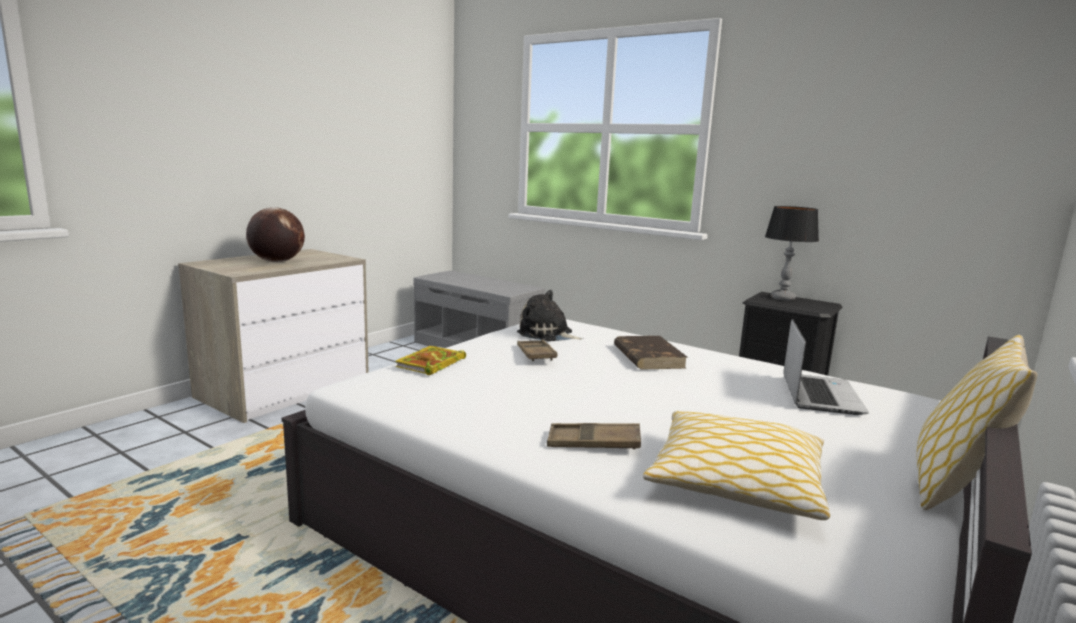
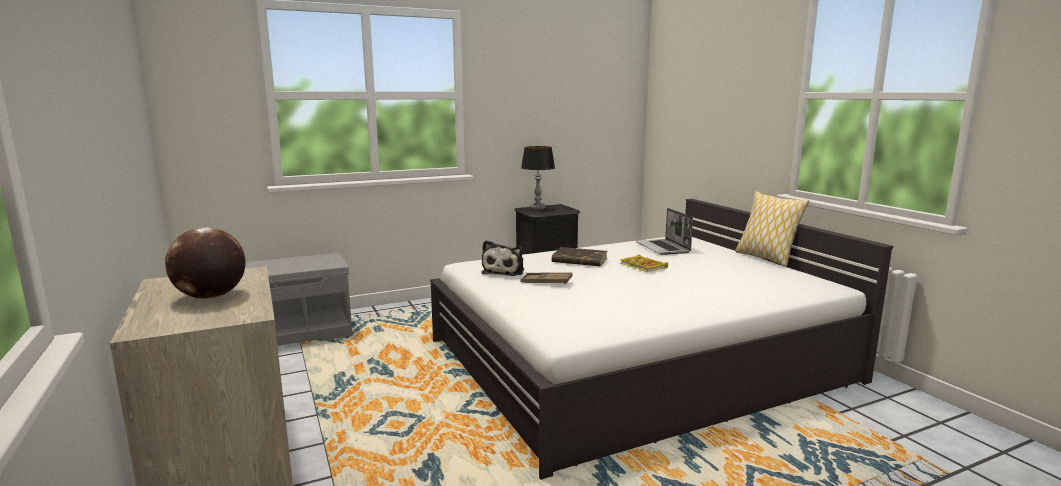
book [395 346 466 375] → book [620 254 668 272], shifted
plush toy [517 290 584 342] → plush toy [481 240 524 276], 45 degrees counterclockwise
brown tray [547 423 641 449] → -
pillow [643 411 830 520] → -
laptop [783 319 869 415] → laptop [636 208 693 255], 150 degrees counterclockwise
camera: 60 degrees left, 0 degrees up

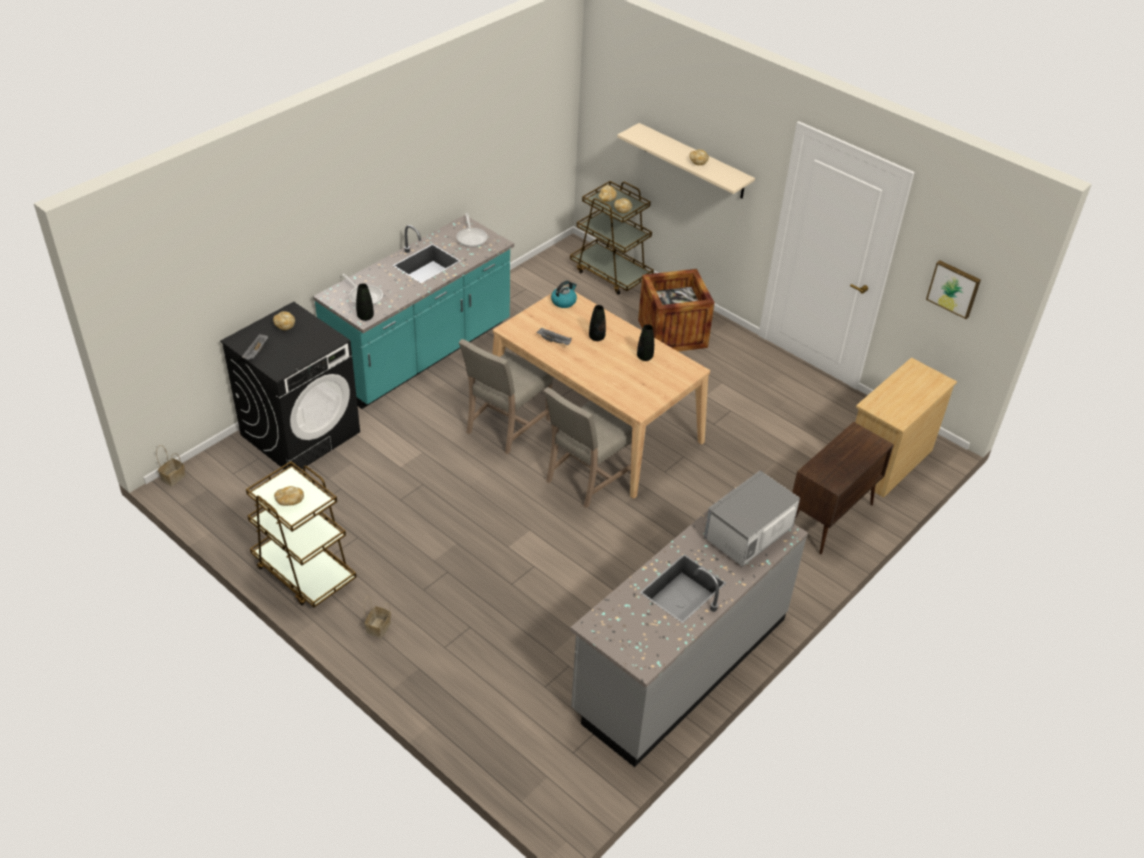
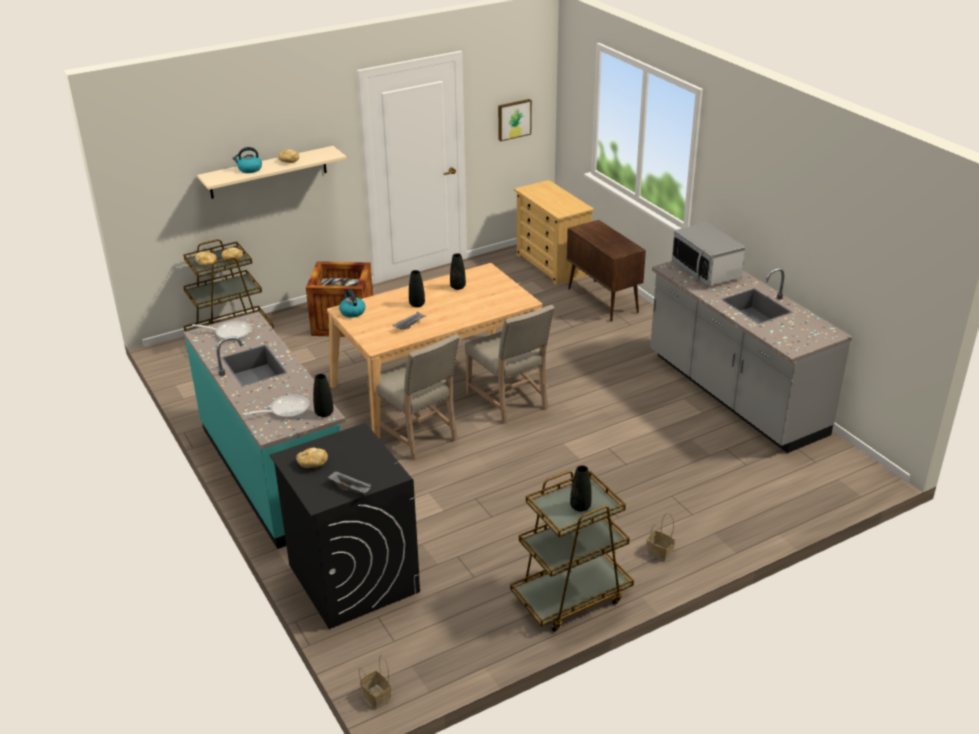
bread [274 486 304 506] → black vase [570 465 592 512]
- → kettle [232 147 262 173]
camera: 70 degrees left, 10 degrees down

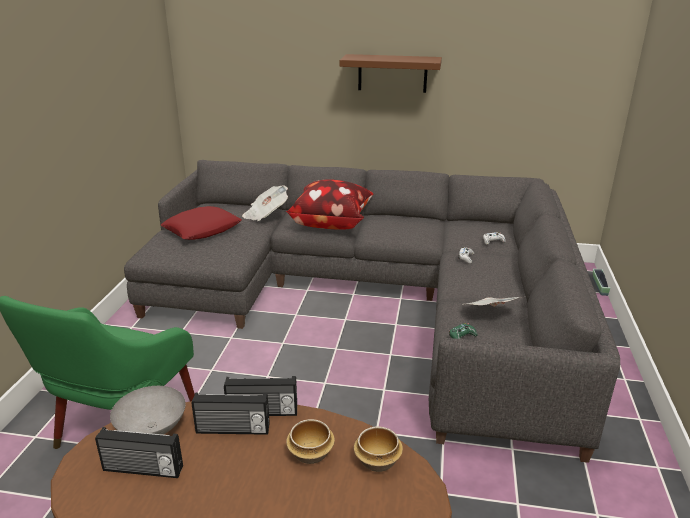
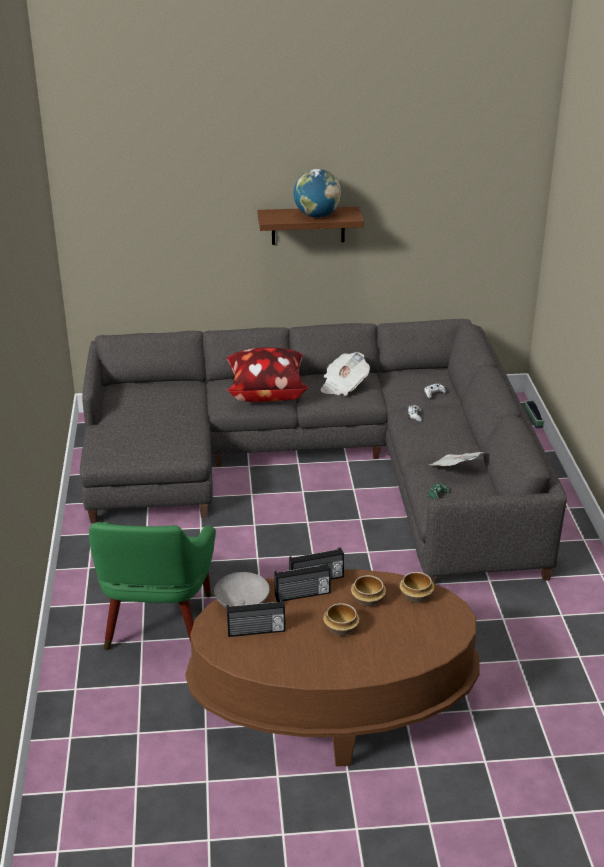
red pillow [161 206 242 240] → -
newspaper [242 186 288 221] → newspaper [321 352 370 396], shifted
- → globe [294 169 341 218]
- → bowl [323 603 360 636]
camera: 15 degrees left, 5 degrees up

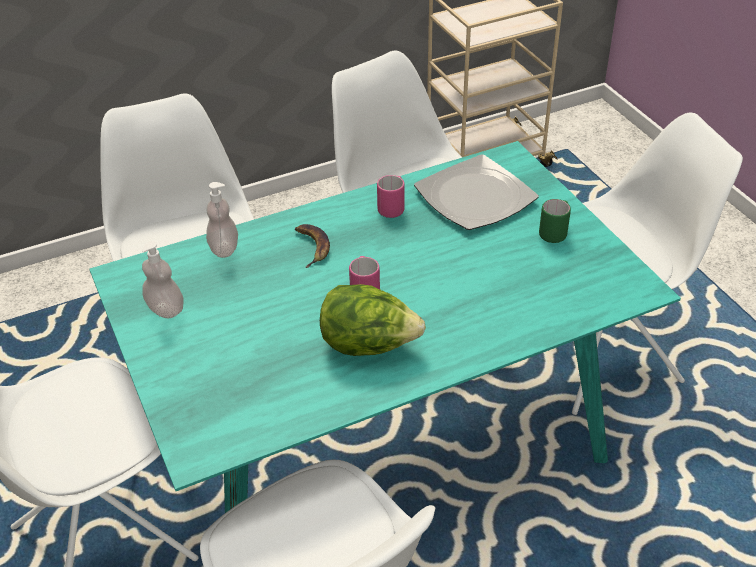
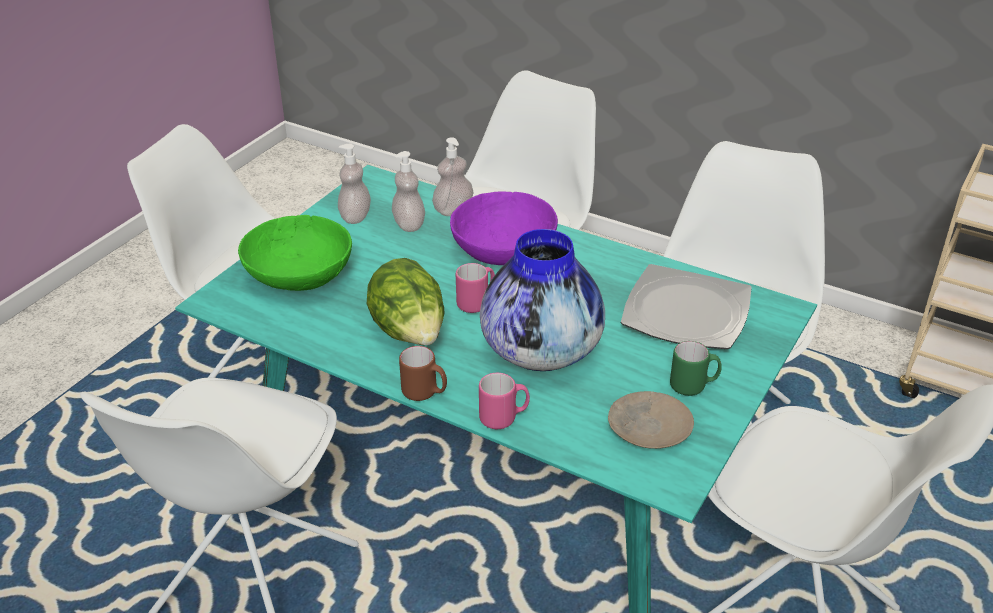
banana [295 224 330 268] → purple bowl [450 191 558 265]
pink mug [377 175 405 218] → pink mug [479 373 530 429], shifted
- → green bowl [238 215 352 291]
- → soap dispenser [392 151 425 232]
- → brown mug [399 346 447 401]
- → vase [480 229 605 371]
- → beige plate [608 391 694 449]
camera: 55 degrees right, 5 degrees down

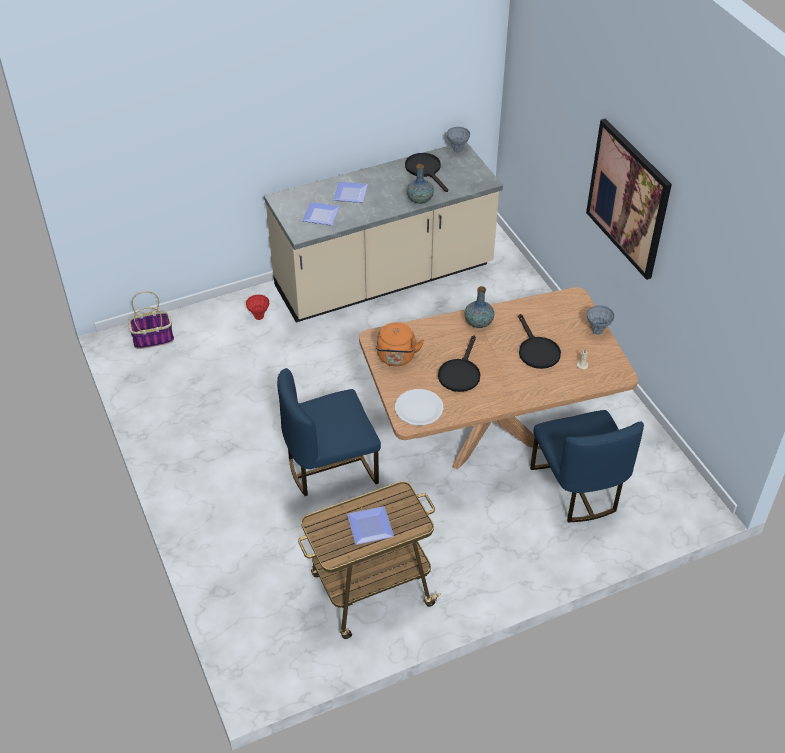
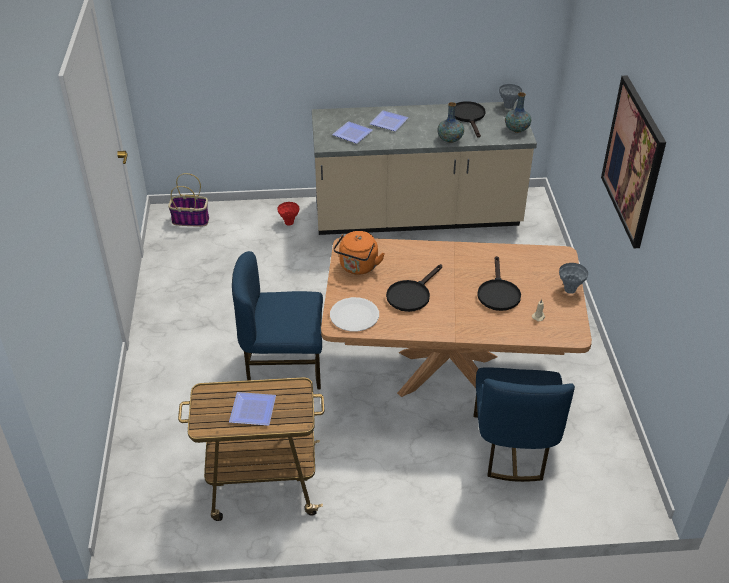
vase [464 286 494 328] → vase [505 92 531 133], shifted
camera: 20 degrees right, 5 degrees down

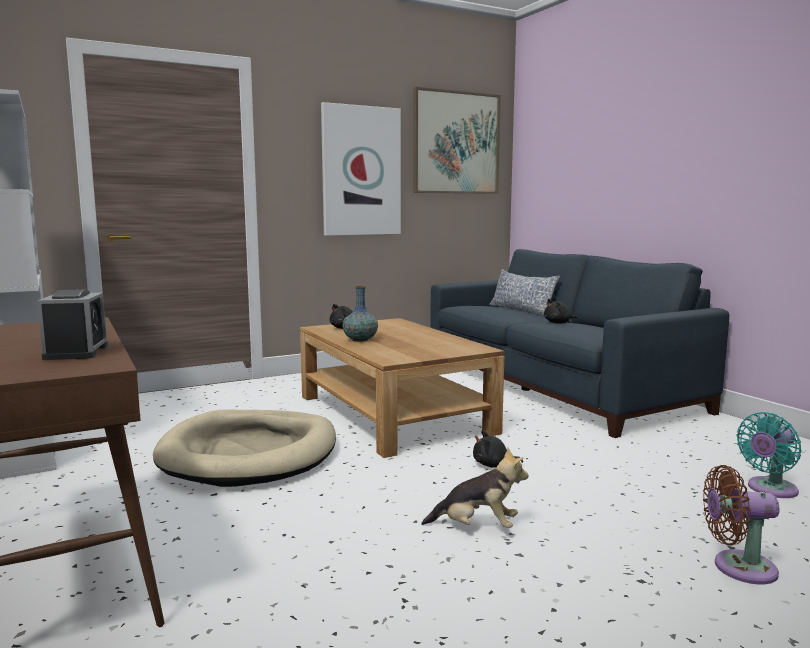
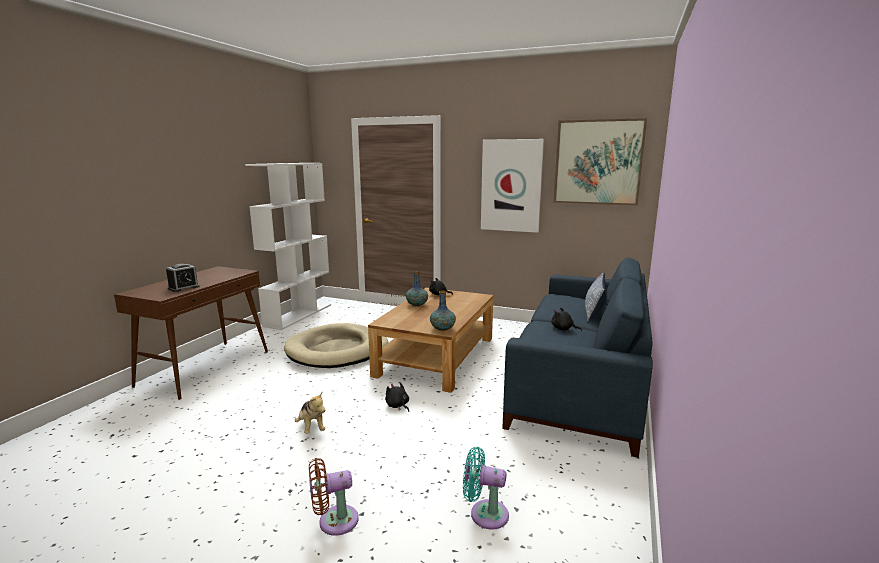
brown fan [703 465 779 585] → brown fan [309 458 359 536], 75 degrees counterclockwise
- → vase [430 291 456 331]
camera: 50 degrees right, 5 degrees up

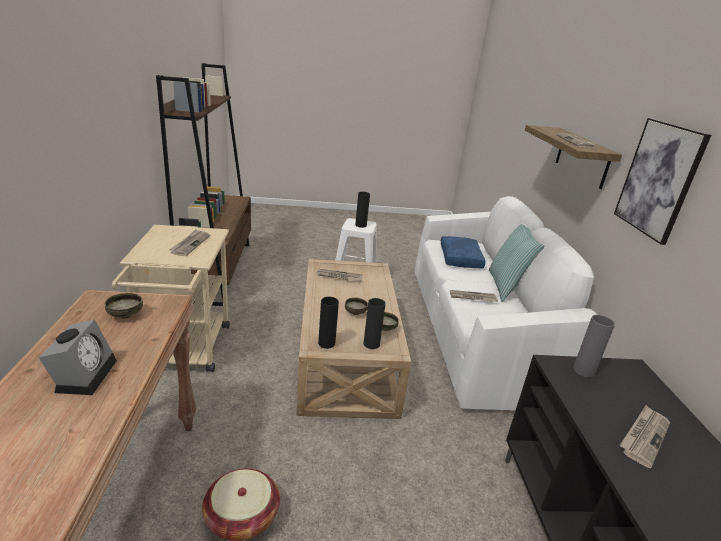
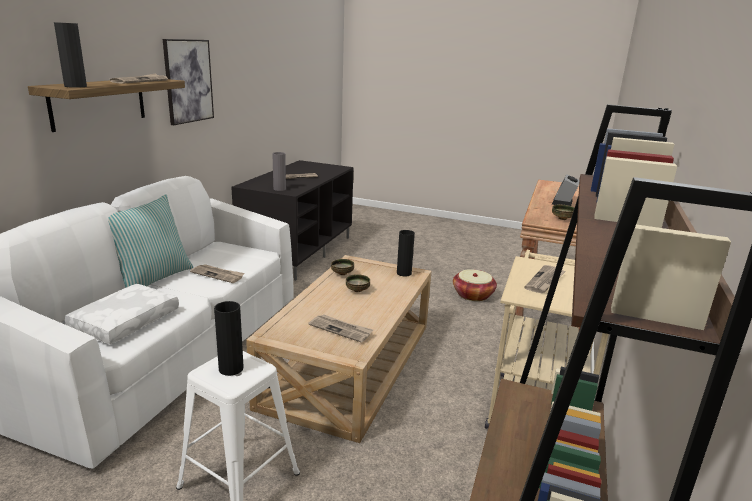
black vase [363 298 386 349] → black vase [54 22 87 88], shifted
blue pillow [441 236 485 268] → white pillow [65 284 179 344]
camera: 155 degrees left, 5 degrees down

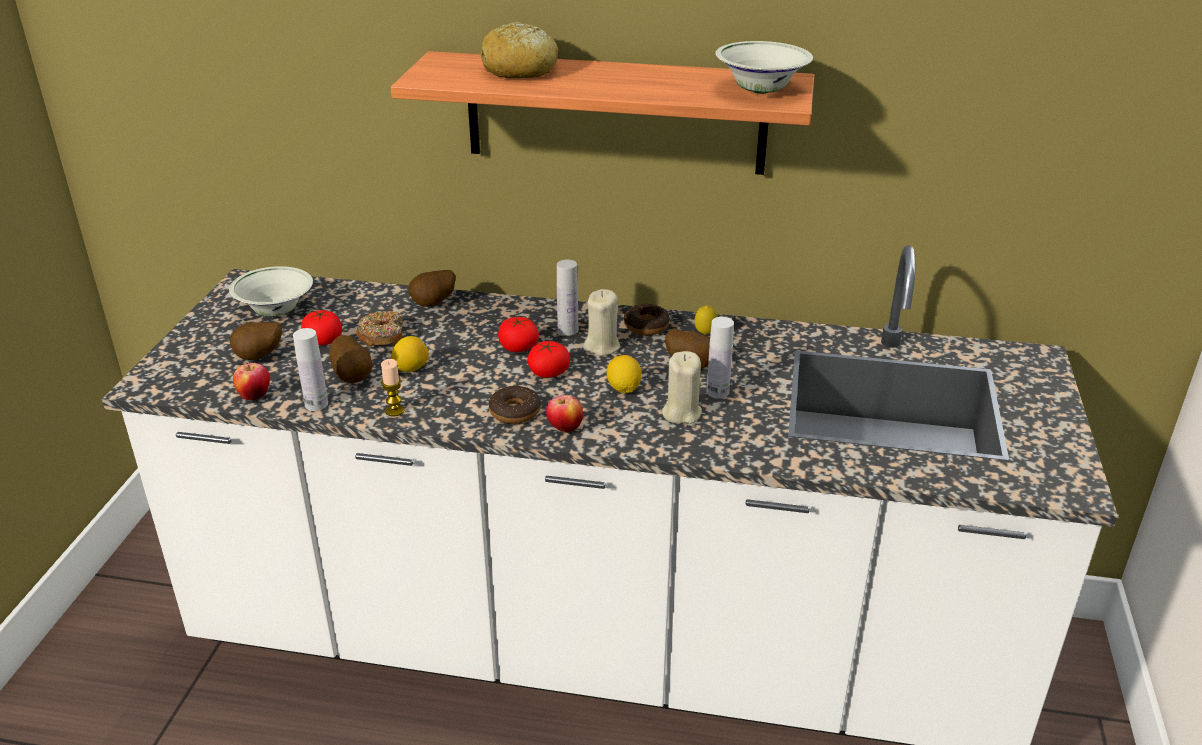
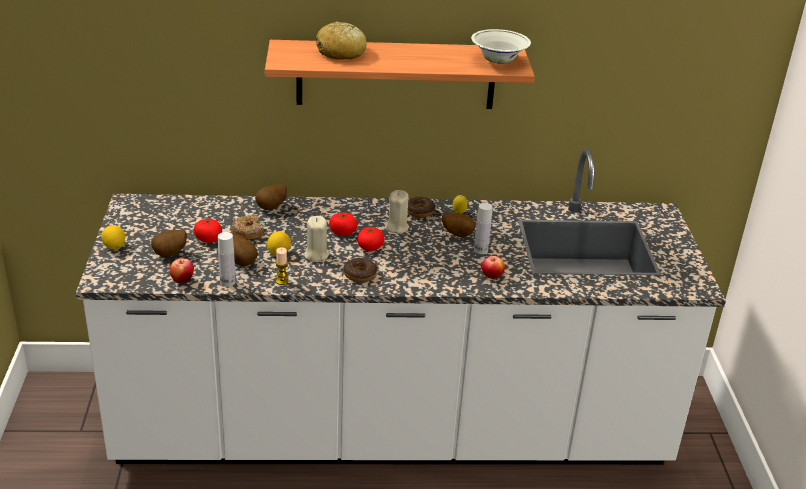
white bowl [229 266 313 317] → -
apple [546 395 583 433] → apple [482 256 505 279], shifted
white bottle [557 259 578 336] → -
lemon [607 355 642 393] → lemon [101 225 125 250], shifted
beige candle [662 351 702 424] → beige candle [304 216 329 262], shifted
camera: 15 degrees left, 0 degrees up

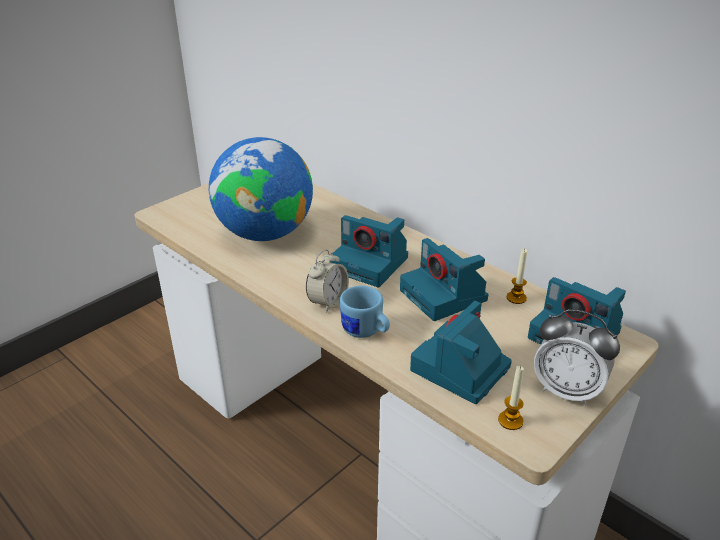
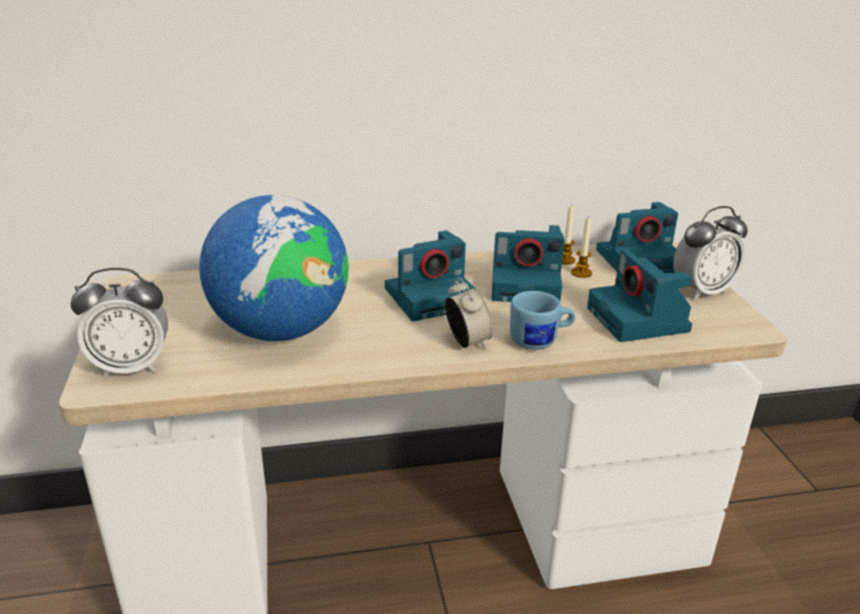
candle [498 366 524 430] → candle [571 217 592 278], shifted
- → alarm clock [71 267 168 377]
camera: 55 degrees left, 5 degrees down

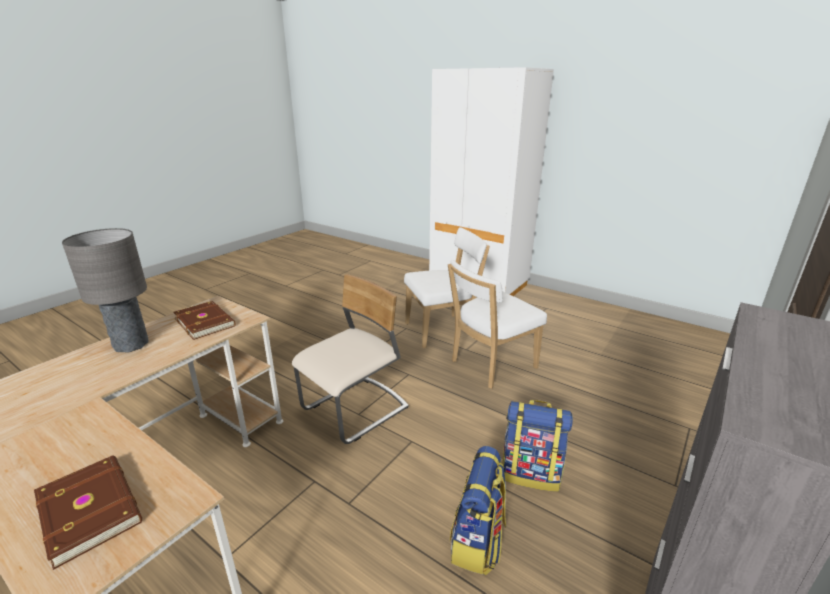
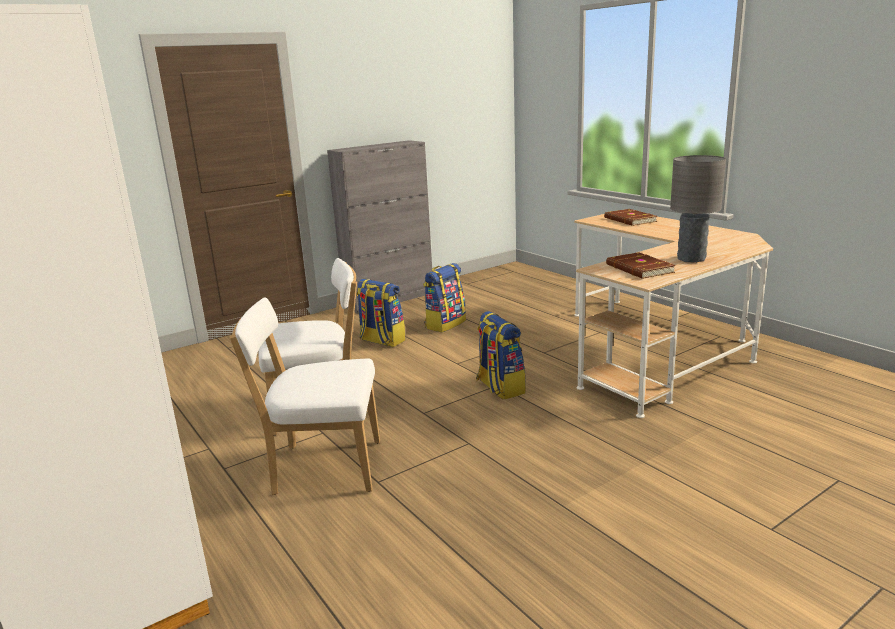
beige chair [292 274 409 444] → backpack [476 311 525 399]
camera: 160 degrees left, 5 degrees down

